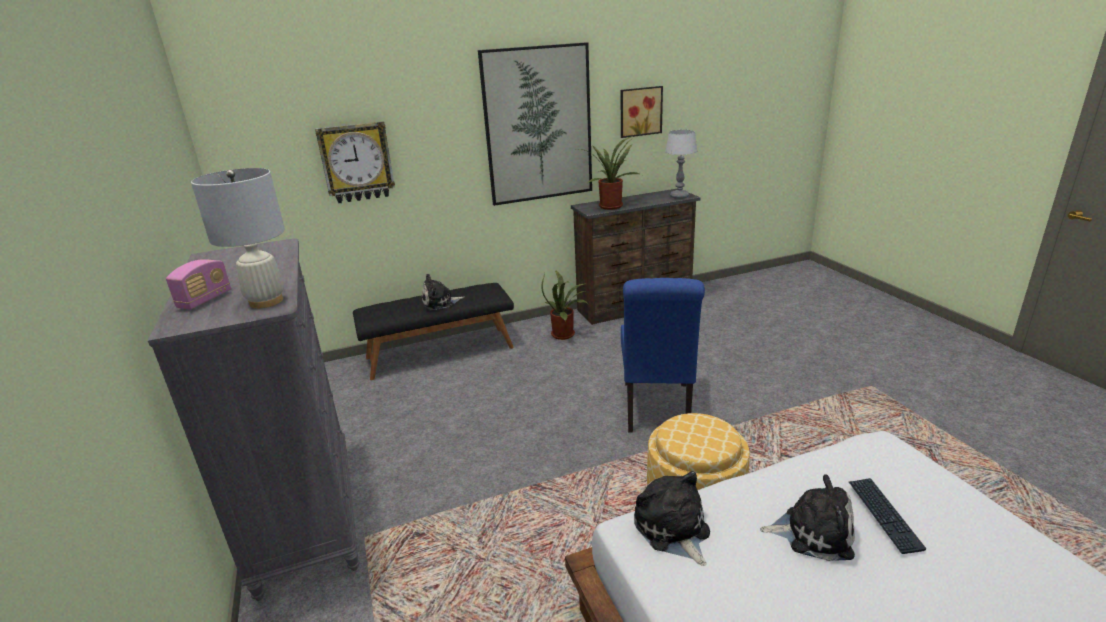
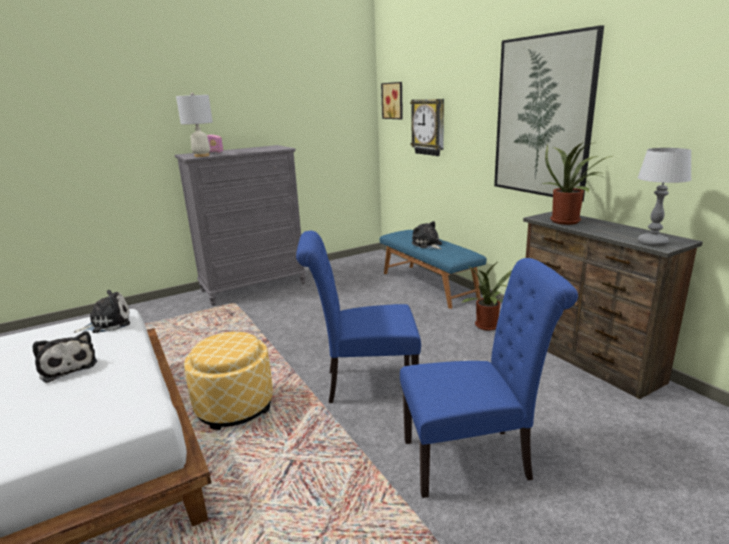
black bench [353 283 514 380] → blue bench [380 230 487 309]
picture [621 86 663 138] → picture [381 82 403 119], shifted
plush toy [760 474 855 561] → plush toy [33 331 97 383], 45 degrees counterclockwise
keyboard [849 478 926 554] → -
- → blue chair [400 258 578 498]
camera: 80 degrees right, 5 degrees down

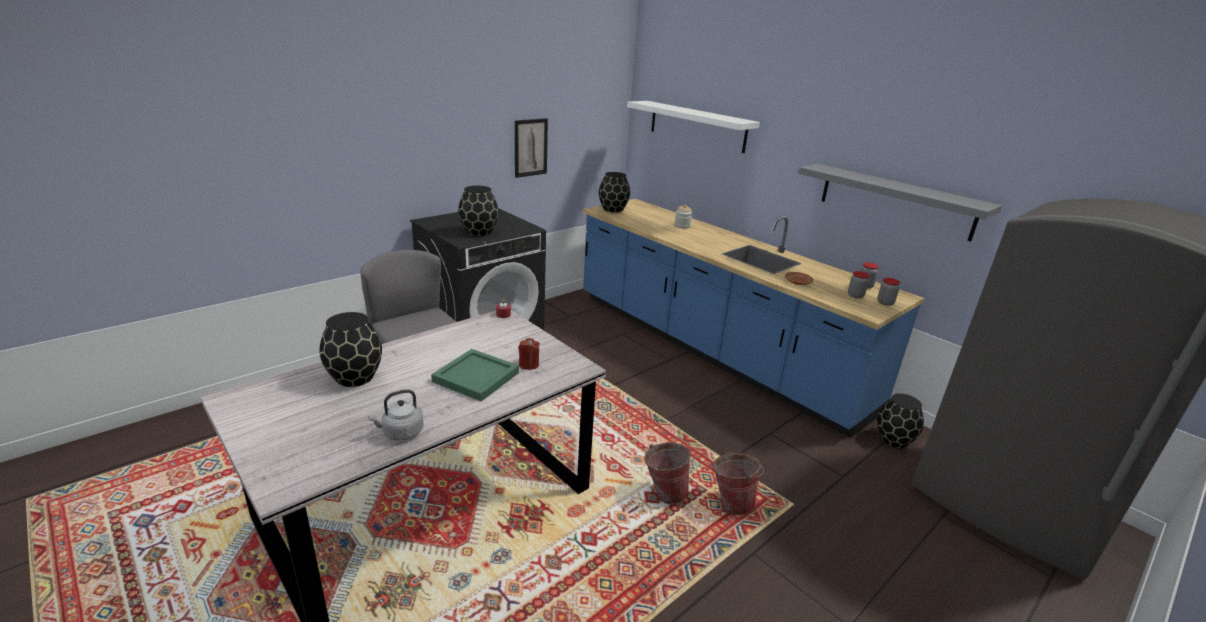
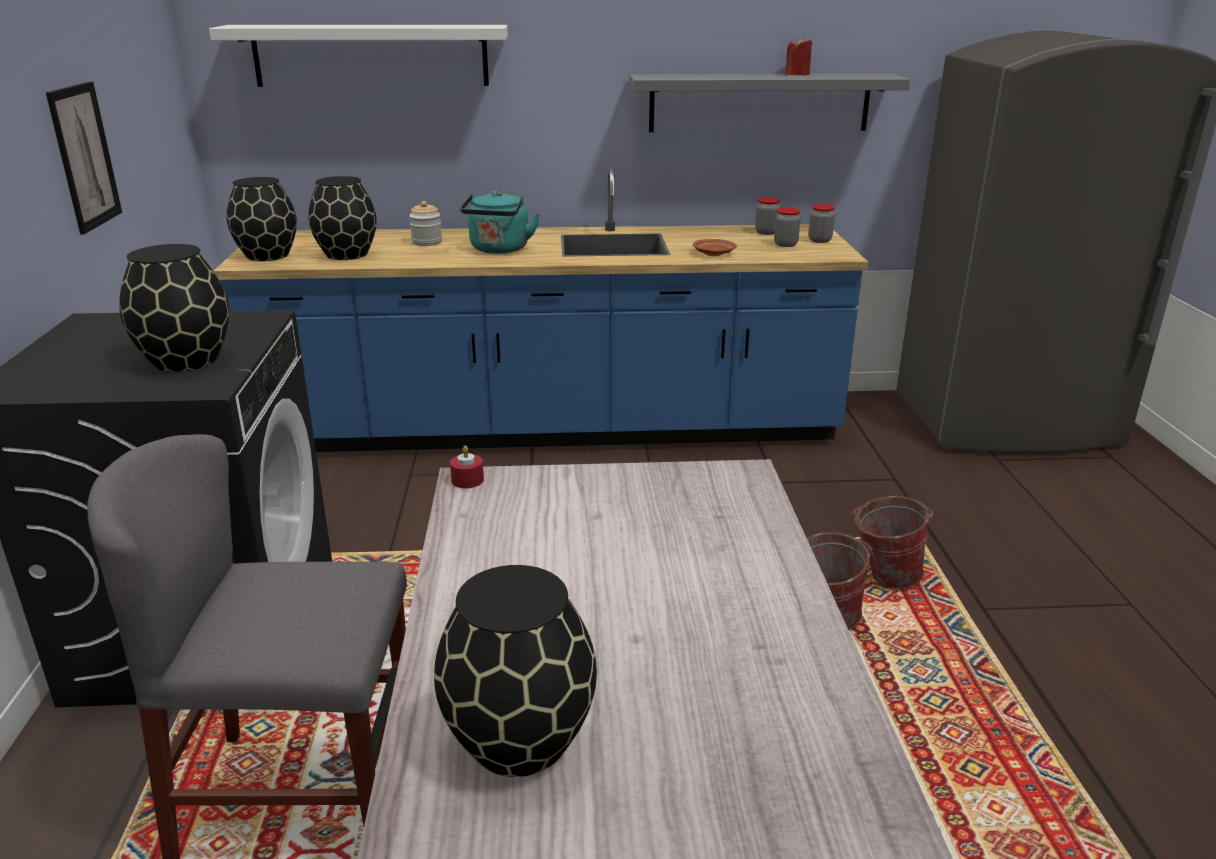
grey kettle [368 389 424 440] → -
green tray [431 349 519 401] → -
red candle [518 338 540 370] → red candle [785 37 812 75], shifted
black vase [877 393 924 448] → black vase [308 176 377 260], shifted
- → turquoise kettle [460 191 540 254]
camera: 50 degrees left, 0 degrees up

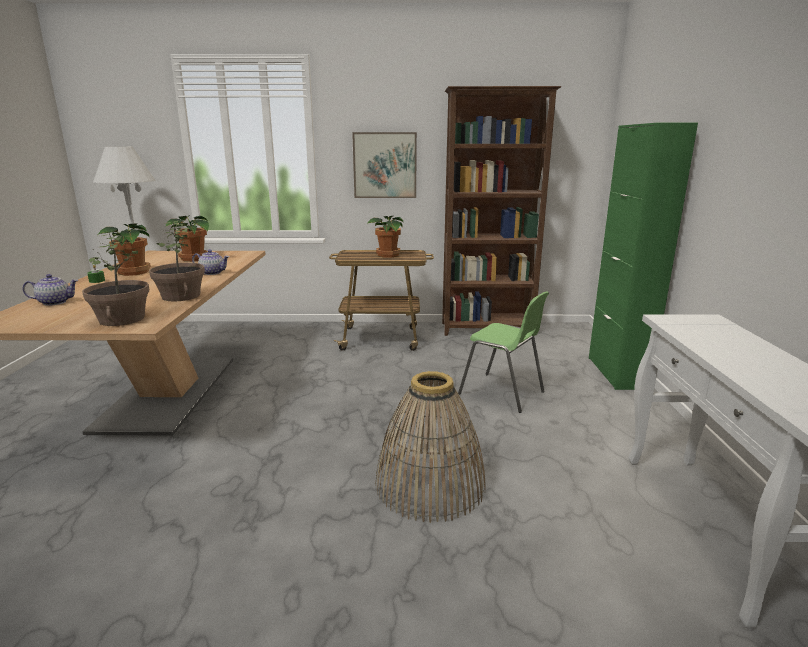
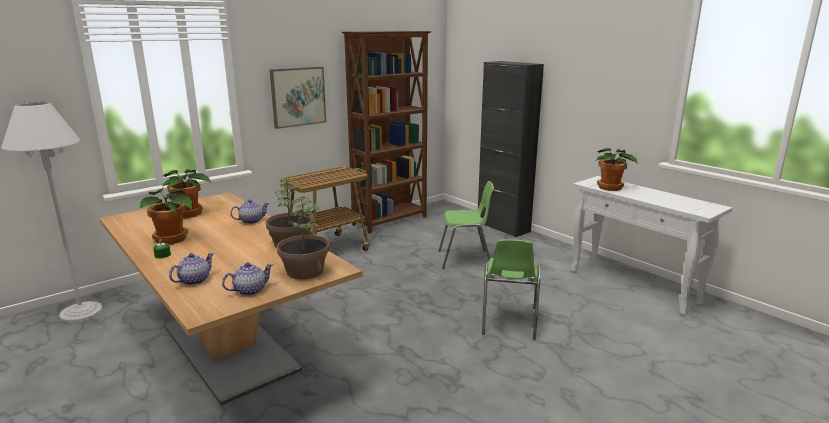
potted plant [367 216 403 257] → potted plant [596 148 638 191], shifted
basket [376 371 486 523] → green chair [482 239 541 340]
green cabinet [589 123 698 390] → black cabinet [478 61 544 237]
- → teapot [222 262 273 296]
camera: 40 degrees left, 0 degrees up

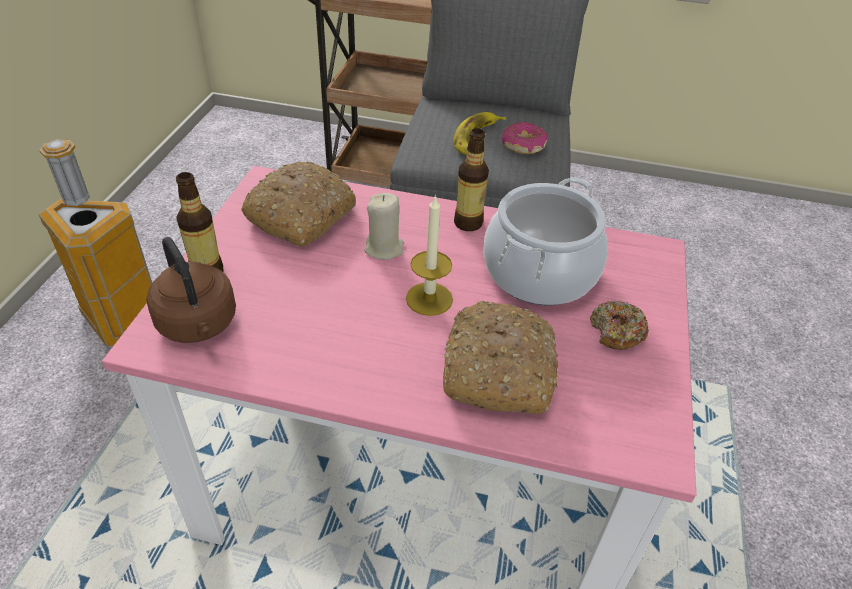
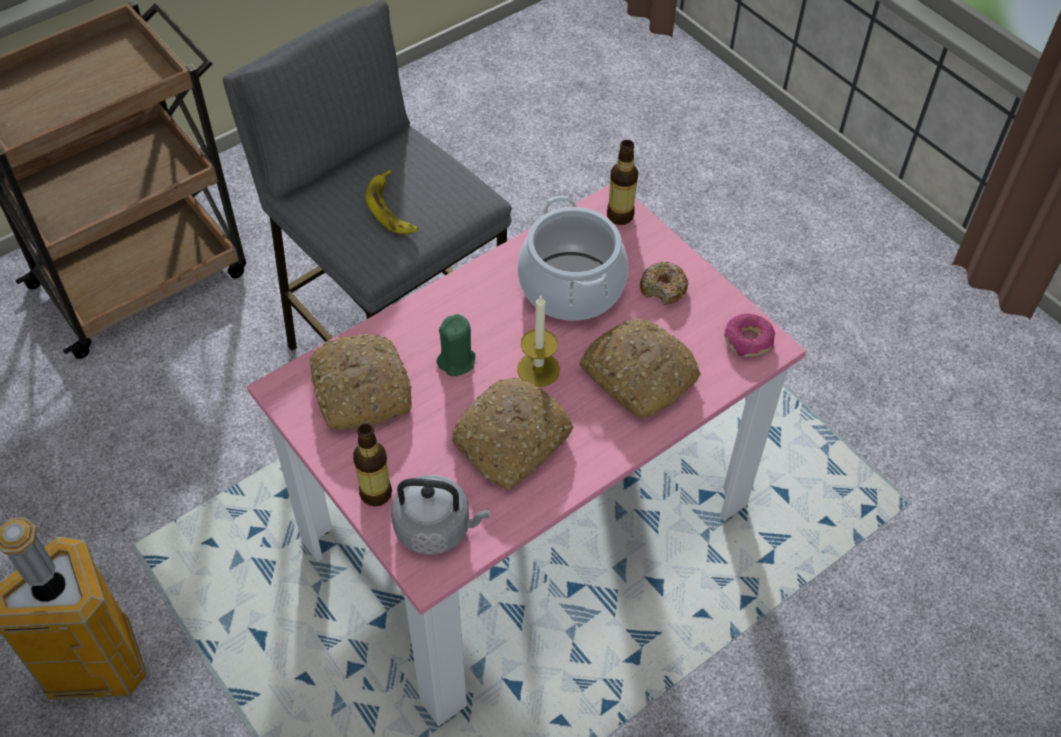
brown kettle [147 237 236 343] → grey kettle [392 475 489 555]
beige candle [364 193 404 260] → green candle [436 314 476 376]
bottle [454 128 489 231] → bottle [607 140 638 225], shifted
donut [502 122 548 154] → donut [724 314 775 357], shifted
- → bread [452 378 573 490]
camera: 50 degrees left, 10 degrees up

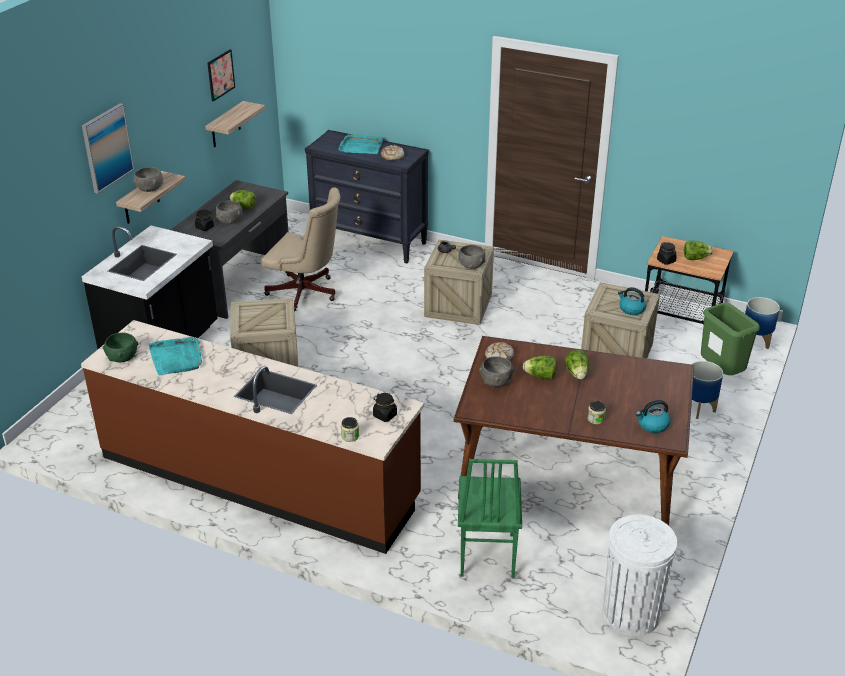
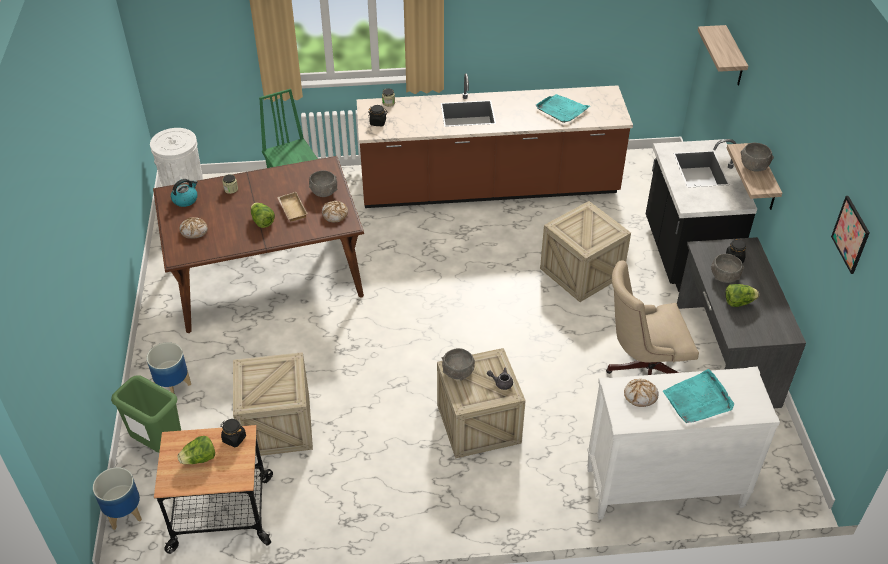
picture [82 103 135 194] → -
green bowl [102 333 138 362] → -
shelf [205 101 265 147] → shelf [698 25 748 85], shifted
black dresser [305 130 429 263] → white dresser [587 367 780 520]
lettuce [523 355 557 380] → beige tray [277 192 308 221]
kettle [618 287 646 315] → -
- → bread [179 217 208 239]
camera: 150 degrees right, 10 degrees up

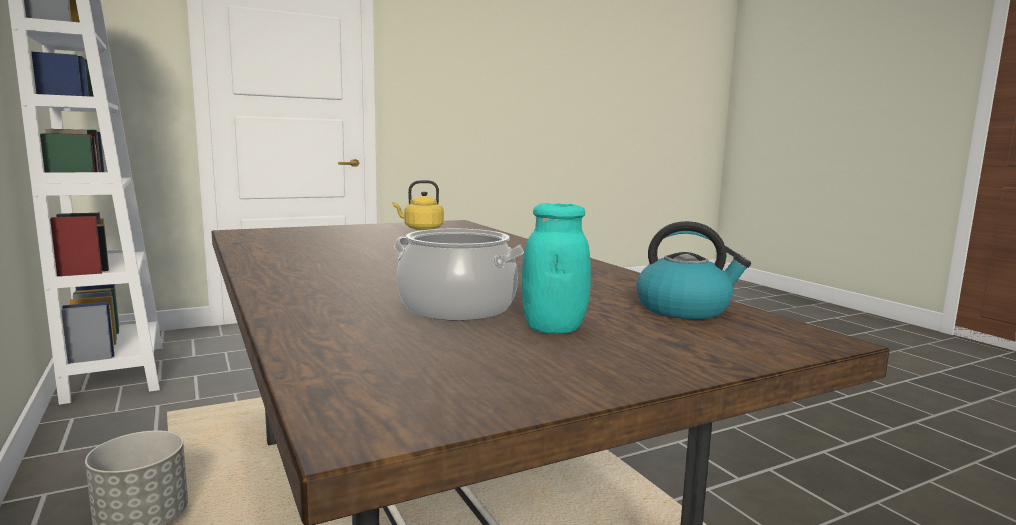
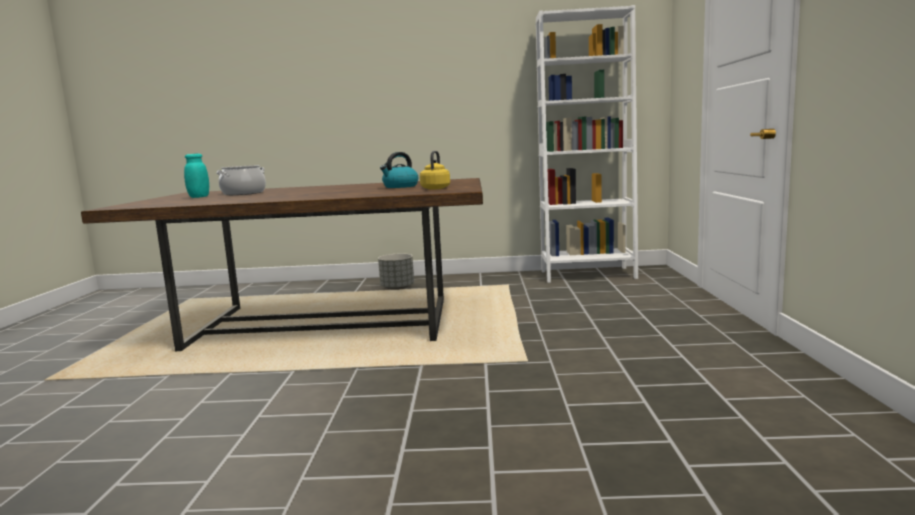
kettle [636 221 751 319] → kettle [380 152 418 188], shifted
camera: 120 degrees right, 0 degrees up

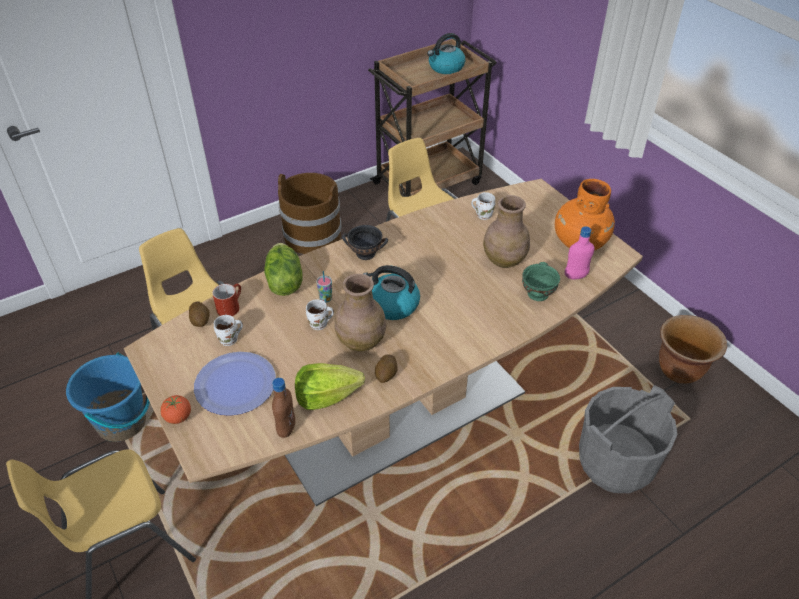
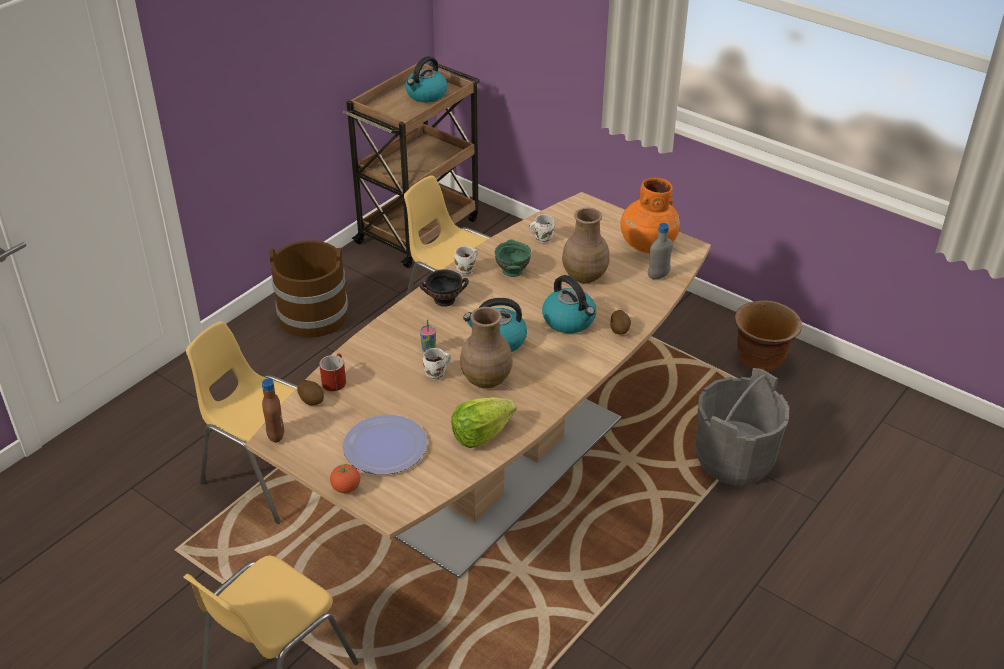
blue bucket [66 352 150 442] → -
white mug [214 315 243 346] → white mug [454 246 478 275], shifted
lettuce [264 243 303 296] → -
brown bottle [272 378 295 438] → brown bottle [262 379 284 443], shifted
potato [375 354 398 383] → potato [610 310 631 335], shifted
green bowl [522 262 560 301] → green bowl [495 239 531 277], shifted
pink bottle [565 226 595 279] → grey bottle [648 223 673 280]
- → kettle [542 275 596 333]
camera: 20 degrees left, 5 degrees down

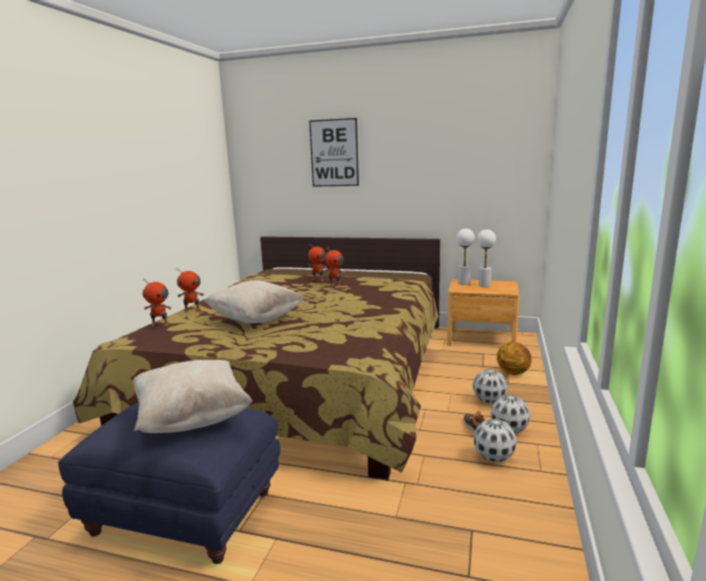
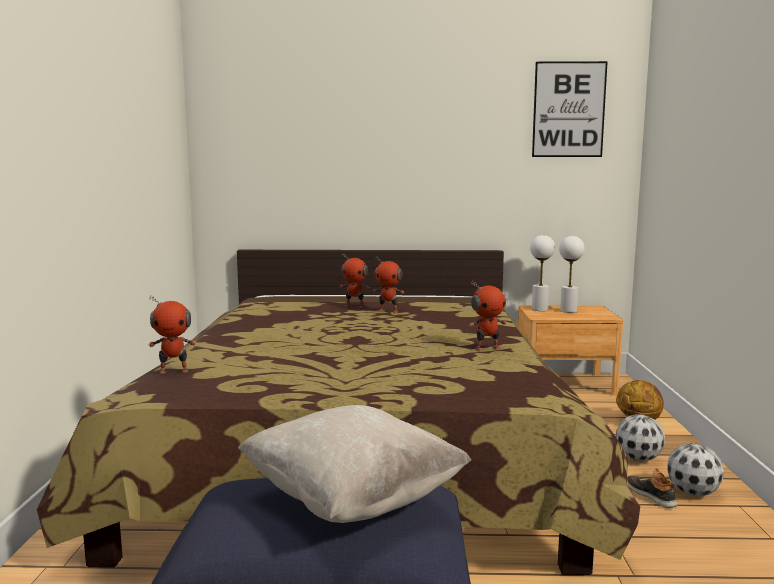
toy robot [176 269 204 312] → toy robot [469 281 507 351], shifted
beige pillow [204 280 305 323] → -
picture [309 118 359 187] → picture [532 61 608 157], shifted
football [474 419 517 462] → -
camera: 15 degrees left, 5 degrees down

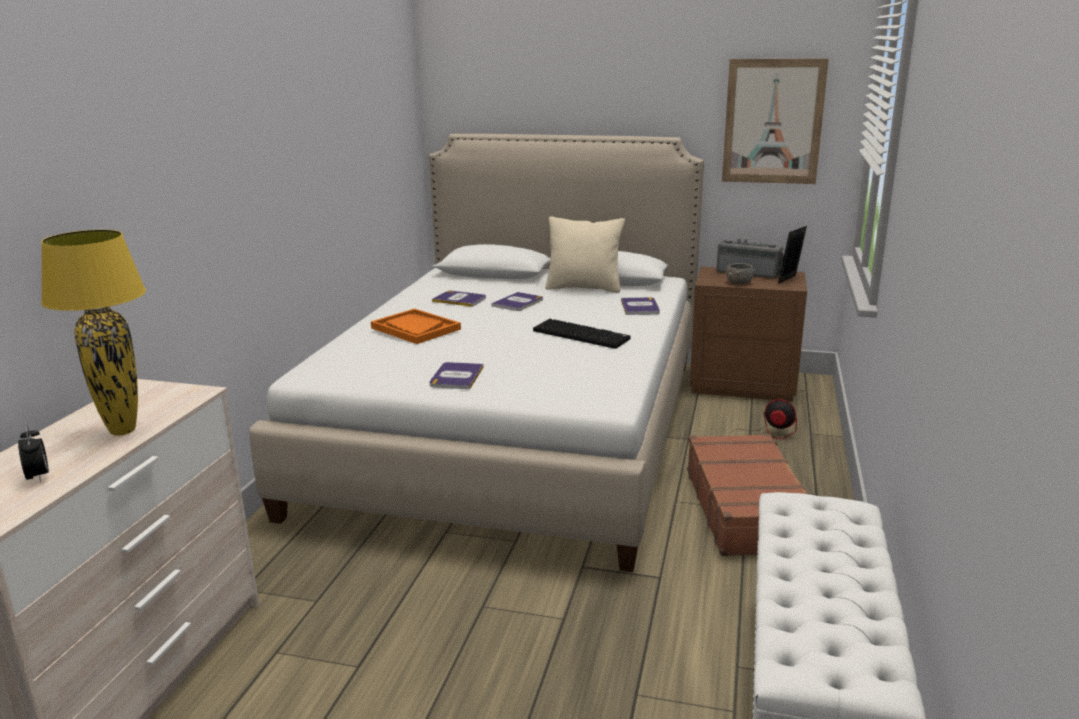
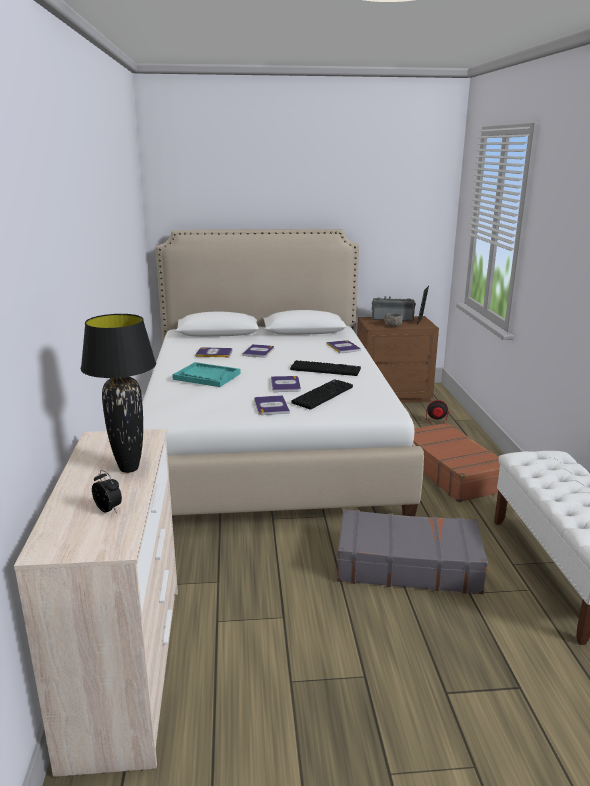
yellow table lamp [41 230 146 436] → black table lamp [81 314 156 473]
orange tray [371 308 461 344] → turquoise tray [172 362 241 387]
beige pillow [545 216 625 293] → -
picture [722 59 829 184] → -
- → book [271 376 301 392]
- → keyboard [291 379 353 410]
- → grey suitcase [337 509 488 594]
camera: 20 degrees left, 0 degrees up

